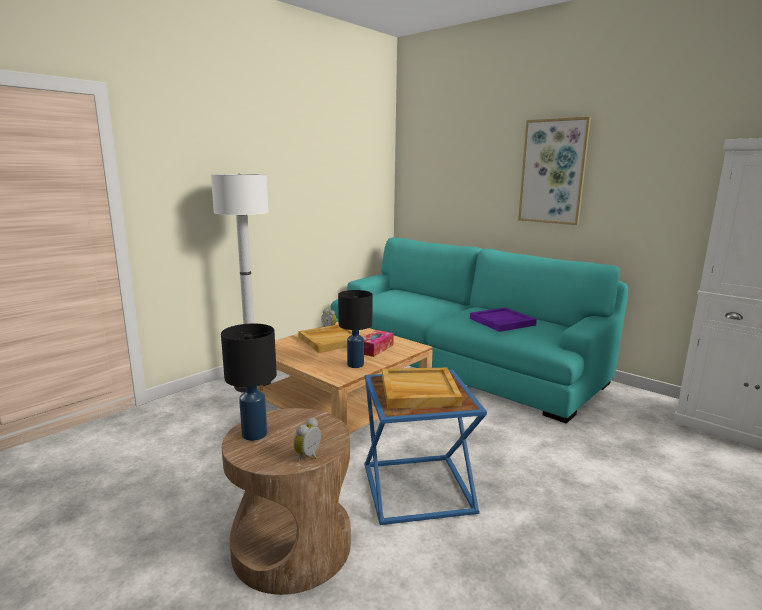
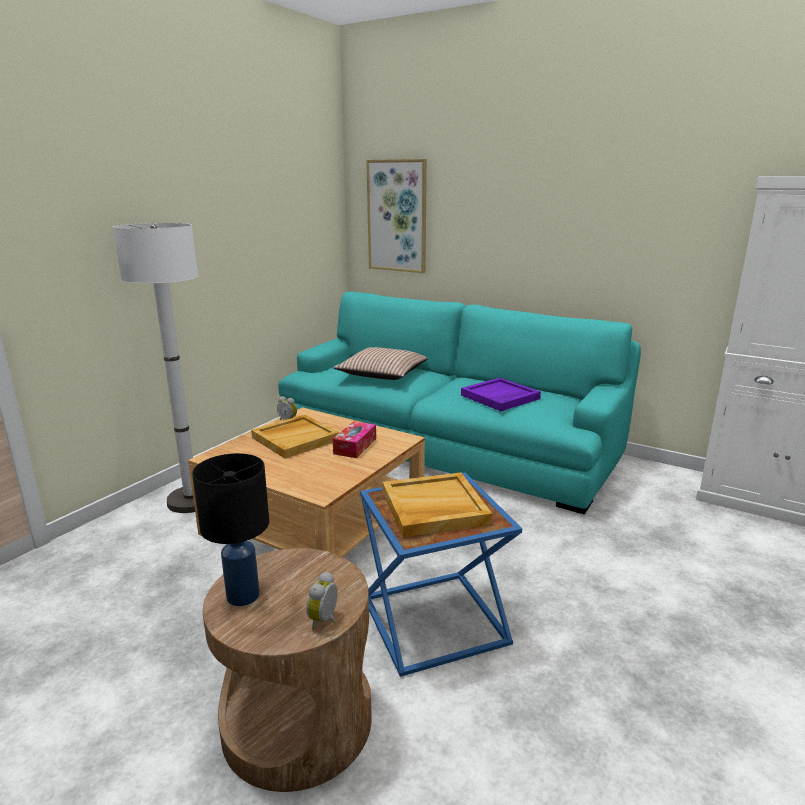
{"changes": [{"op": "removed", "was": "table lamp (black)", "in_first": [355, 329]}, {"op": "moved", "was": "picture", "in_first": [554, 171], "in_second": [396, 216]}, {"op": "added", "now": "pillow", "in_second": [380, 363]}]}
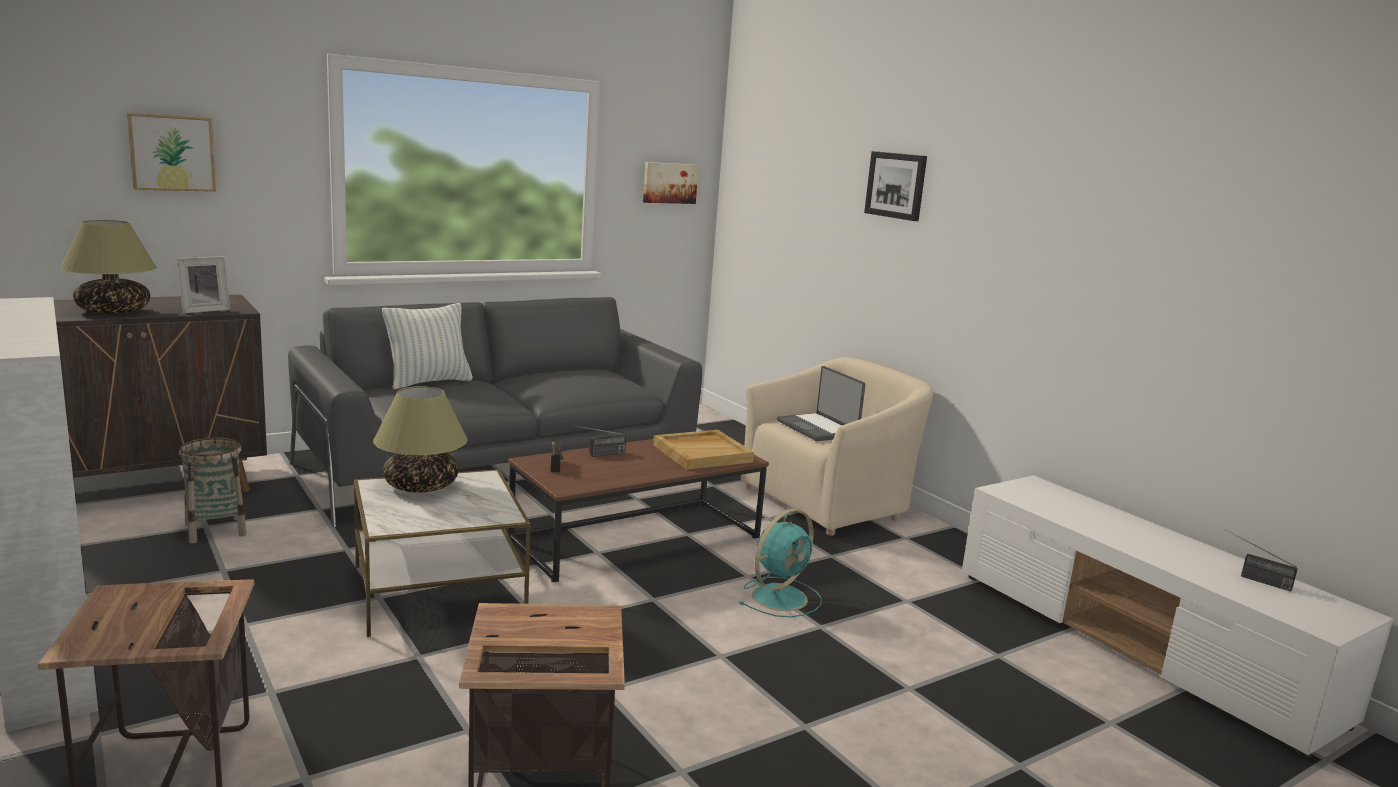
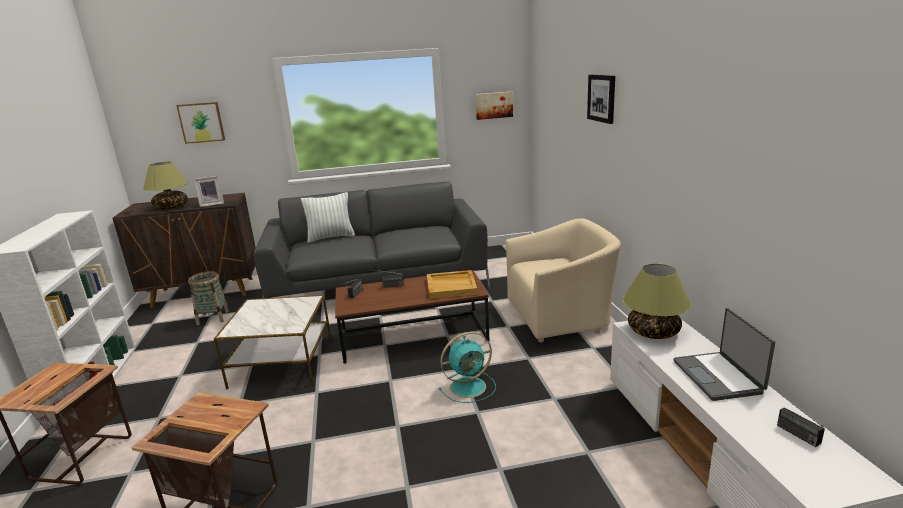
{"changes": [{"op": "moved", "was": "table lamp", "in_first": [420, 439], "in_second": [657, 301]}, {"op": "moved", "was": "laptop", "in_first": [821, 403], "in_second": [724, 354]}]}
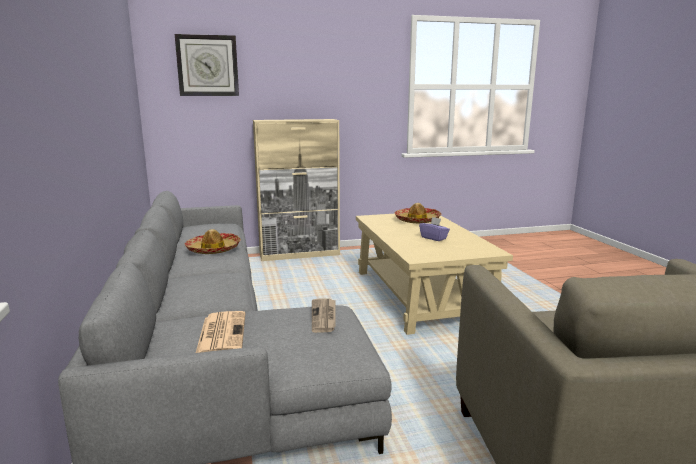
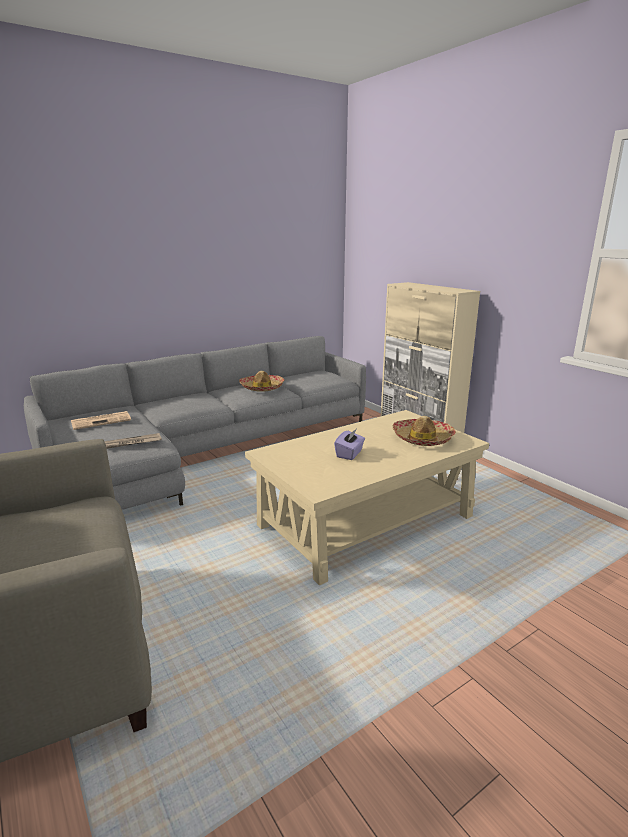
{"changes": [{"op": "removed", "was": "wall clock", "in_first": [207, 65]}]}
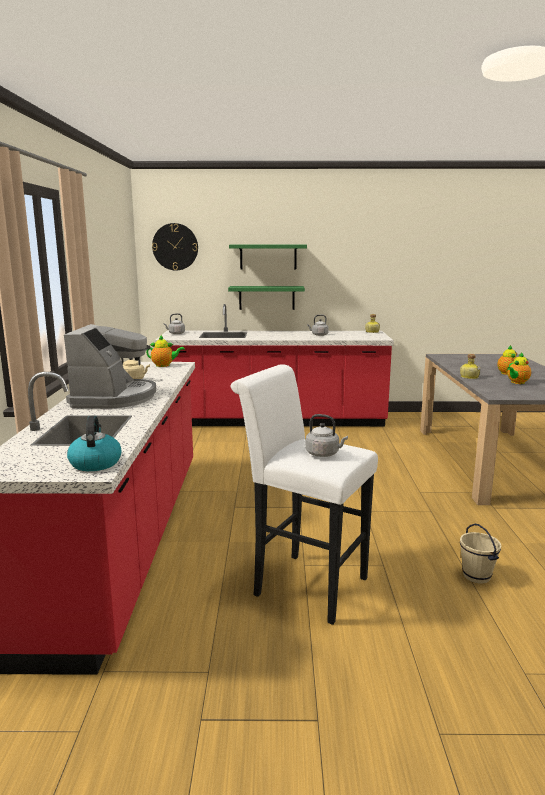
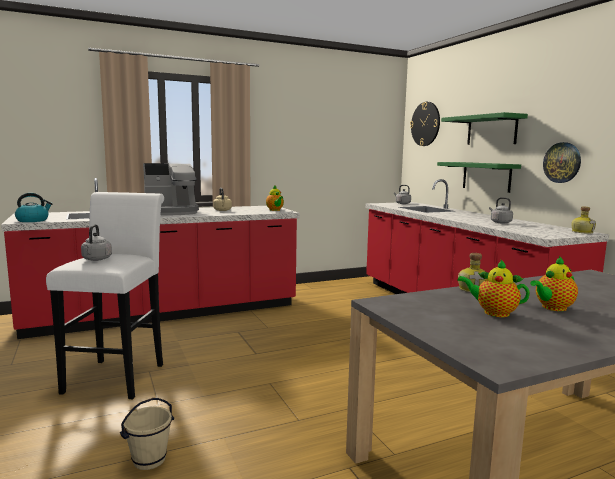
{"changes": [{"op": "added", "now": "wall clock", "in_second": [562, 162]}]}
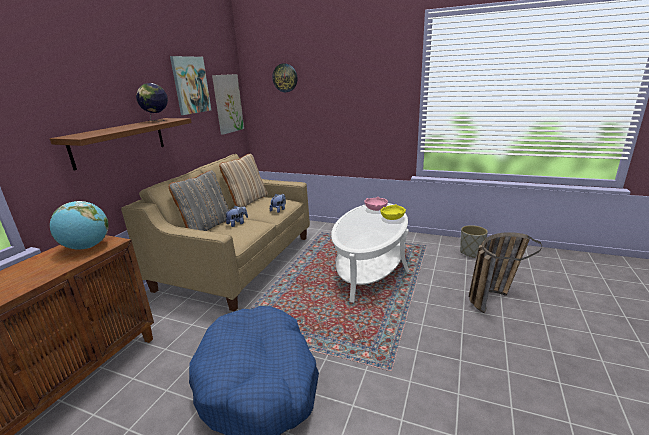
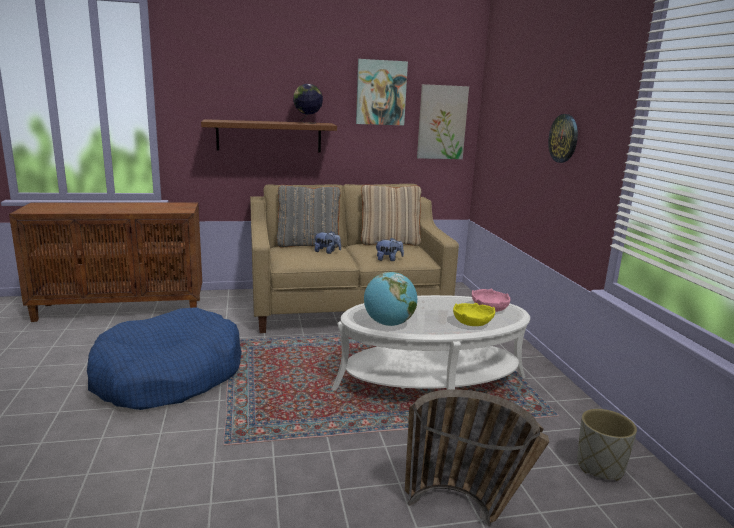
{"changes": [{"op": "moved", "was": "globe", "in_first": [79, 225], "in_second": [390, 299]}, {"op": "moved", "was": "wall clock", "in_first": [284, 77], "in_second": [563, 138]}]}
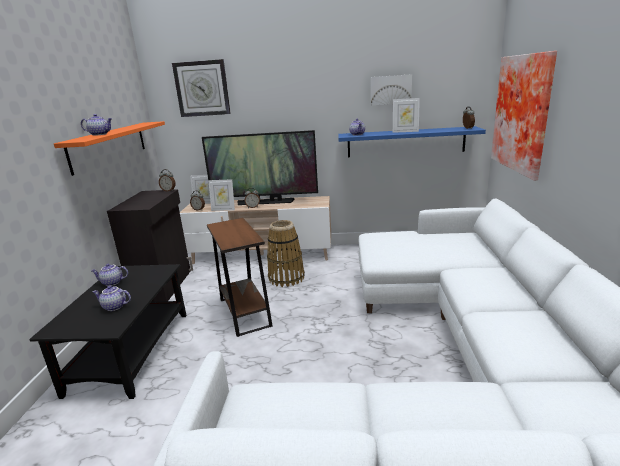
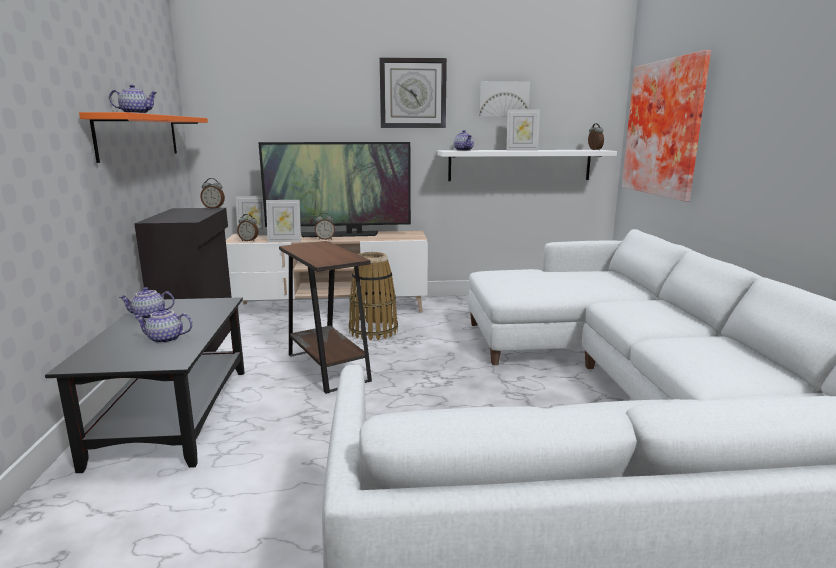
{"changes": [{"op": "moved", "was": "wall clock", "in_first": [201, 88], "in_second": [413, 92]}, {"op": "recoloured", "was": "shelf (blue)", "now": "shelf (white)", "in_first": [412, 141], "in_second": [527, 165]}]}
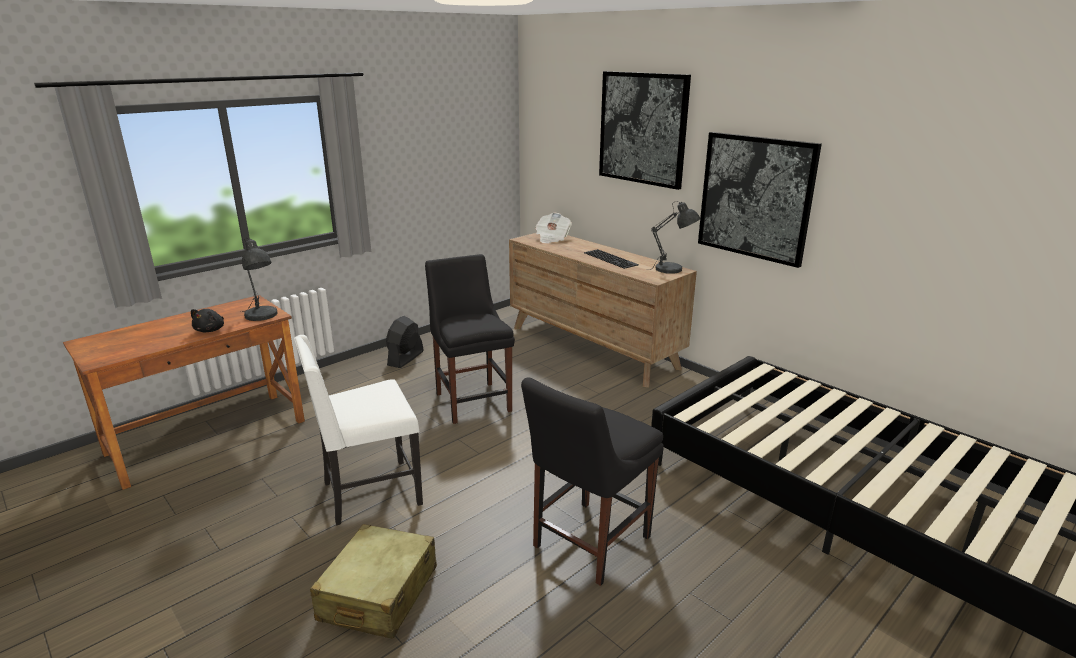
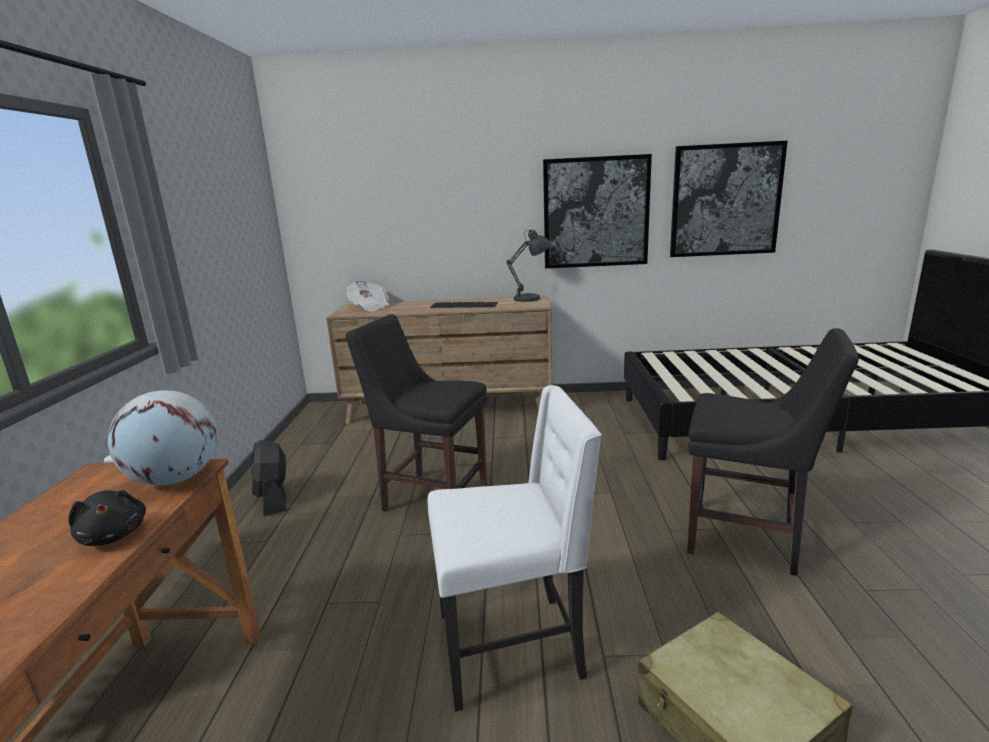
{"changes": [{"op": "replaced", "was": "table lamp (grey)", "now": "globe", "in_first": [259, 279], "in_second": [162, 438]}, {"op": "turned", "was": "chair (white)", "in_first": [358, 430], "in_second": [514, 548], "clockwise": -120}, {"op": "turned", "was": "chair (black)", "in_first": [592, 481], "in_second": [773, 452], "clockwise": -60}, {"op": "moved", "was": "picture", "in_first": [645, 130], "in_second": [729, 199]}]}
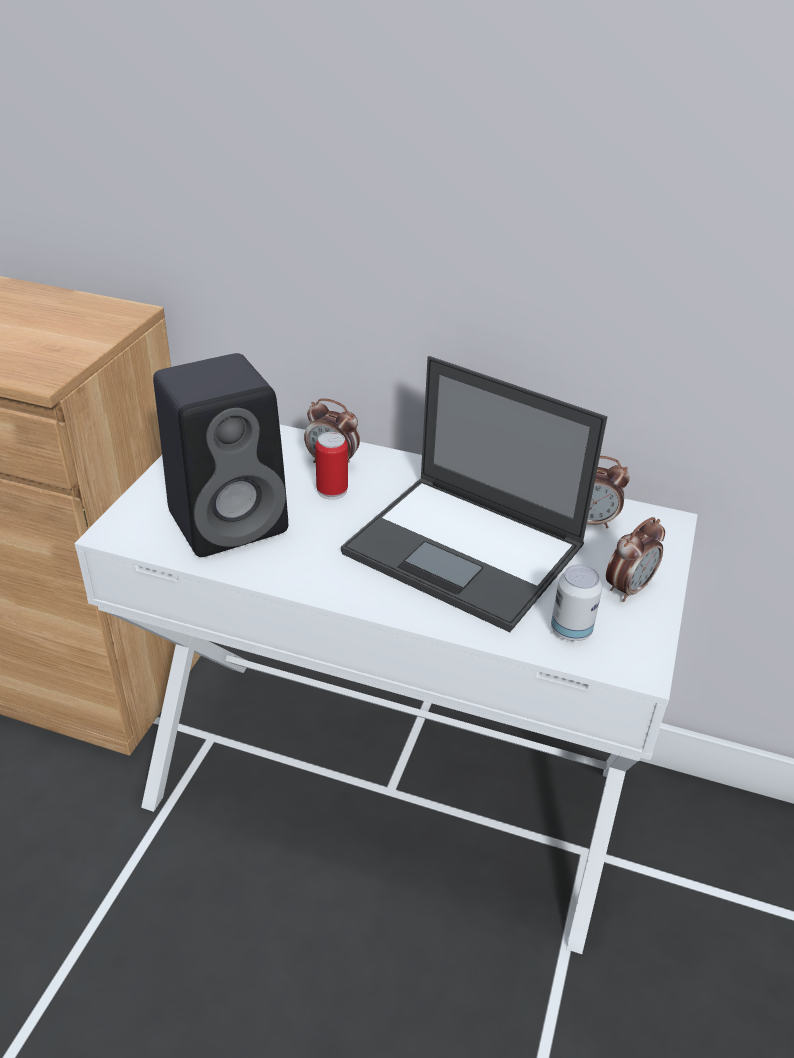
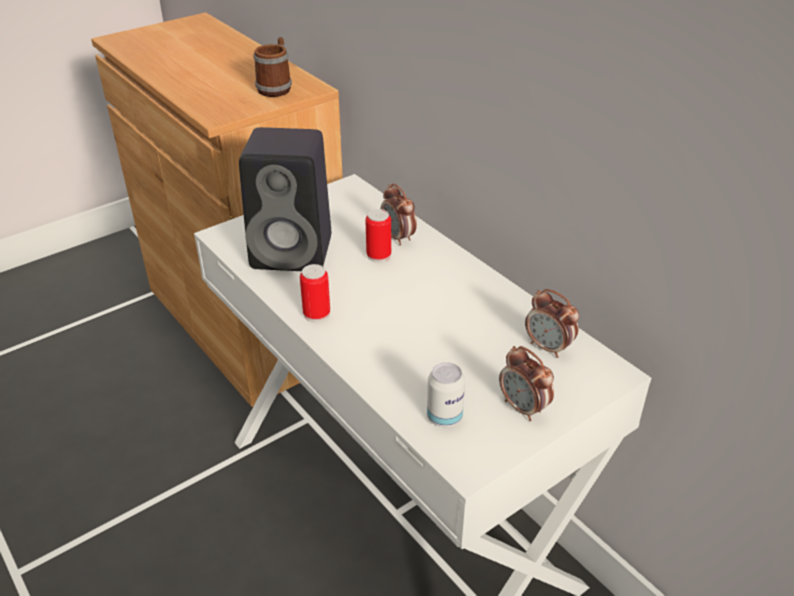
{"changes": [{"op": "removed", "was": "laptop", "in_first": [474, 494]}, {"op": "turned", "was": "alarm clock", "in_first": [635, 559], "in_second": [526, 383], "clockwise": 60}, {"op": "added", "now": "mug", "in_second": [272, 67]}, {"op": "added", "now": "can", "in_second": [315, 293]}]}
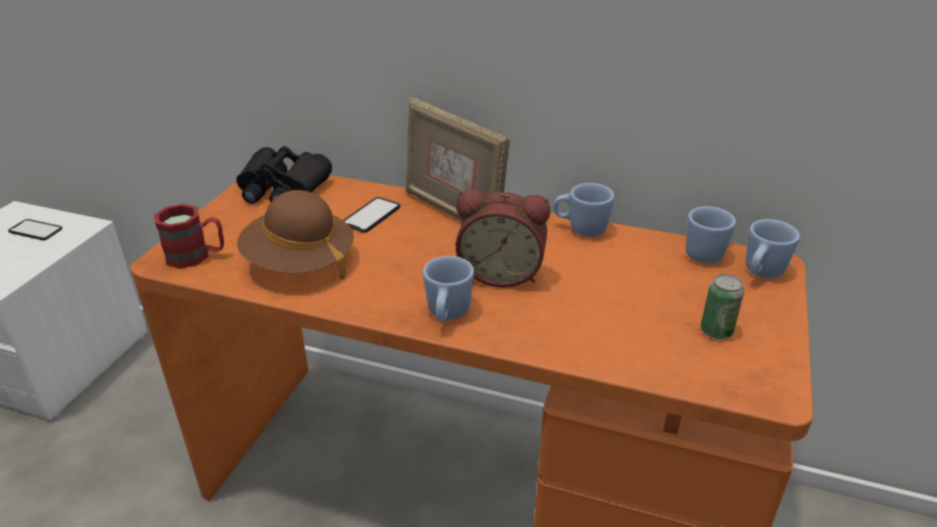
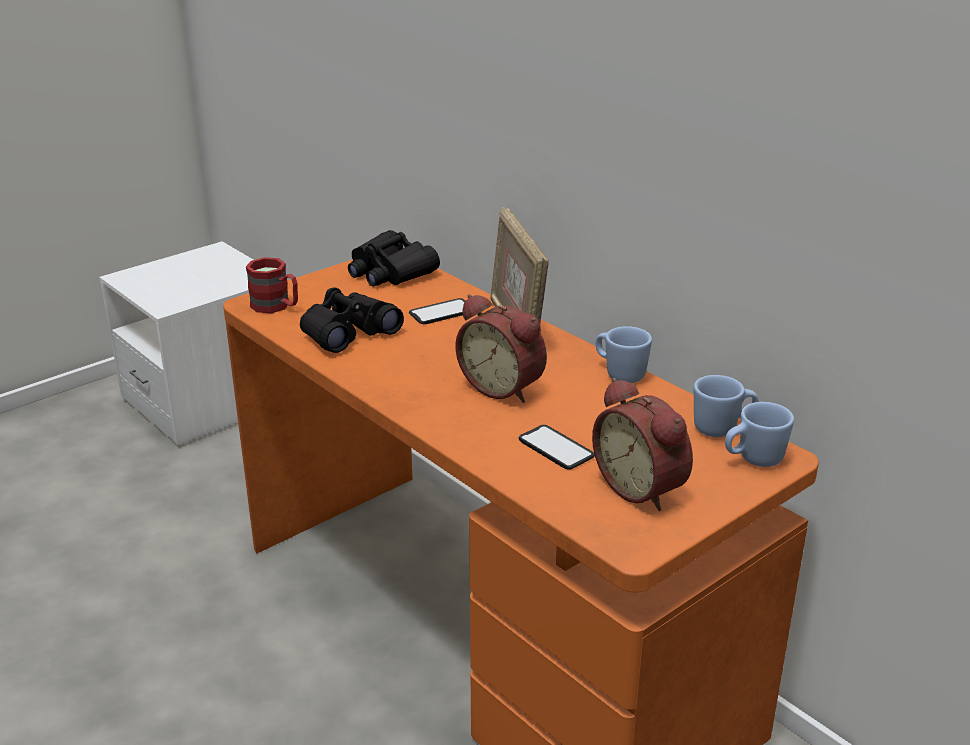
{"changes": [{"op": "moved", "was": "phone", "in_first": [35, 229], "in_second": [557, 447]}, {"op": "replaced", "was": "hat (brown)", "now": "binoculars (black)", "in_first": [295, 235], "in_second": [352, 320]}, {"op": "removed", "was": "mug (blue)", "in_first": [448, 288]}, {"op": "replaced", "was": "can", "now": "alarm clock", "in_first": [722, 306], "in_second": [642, 444]}]}
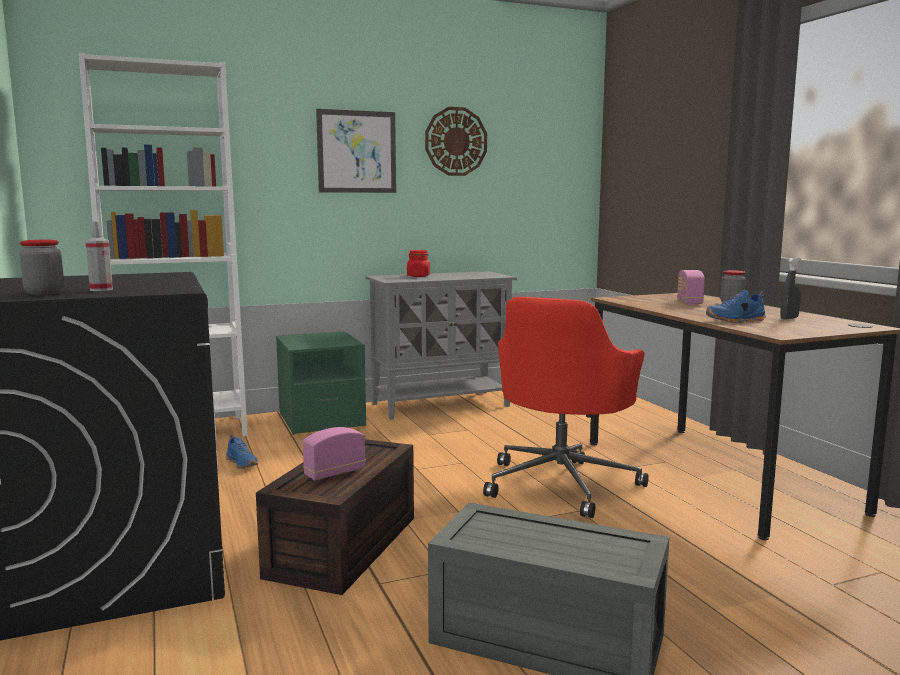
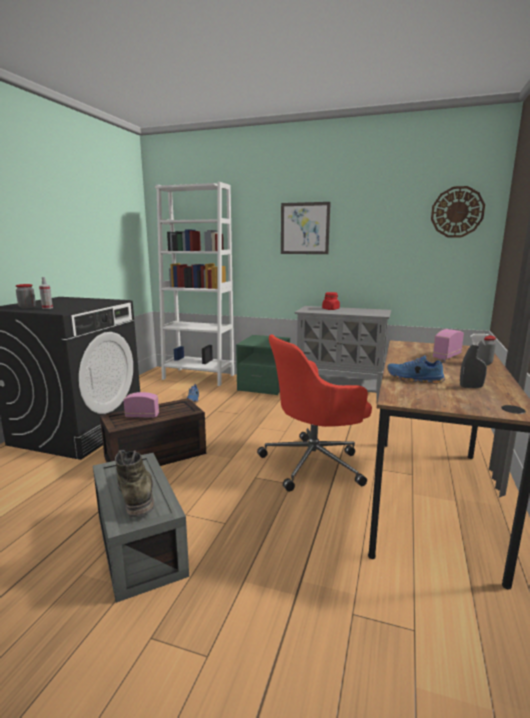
{"changes": [{"op": "moved", "was": "wall clock", "in_first": [456, 141], "in_second": [458, 212]}, {"op": "added", "now": "boot (green)", "in_second": [134, 483]}]}
